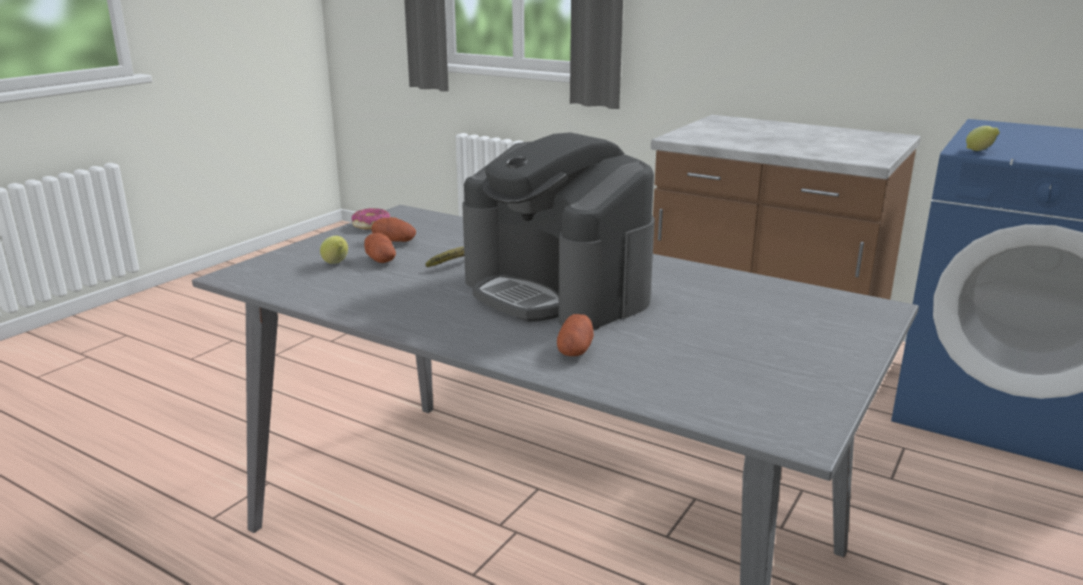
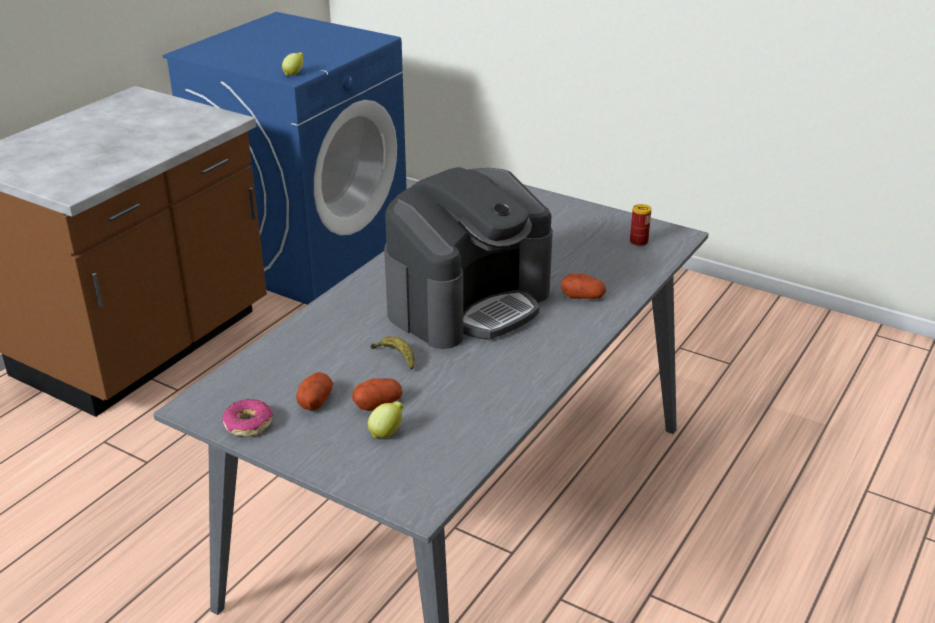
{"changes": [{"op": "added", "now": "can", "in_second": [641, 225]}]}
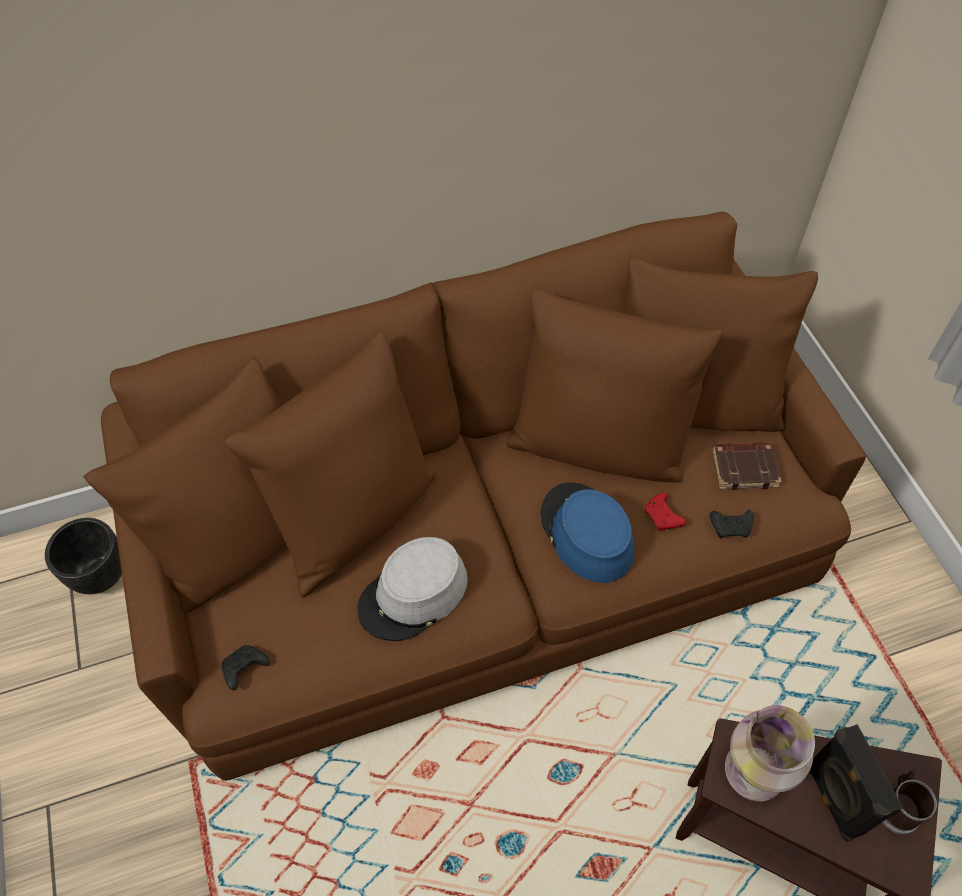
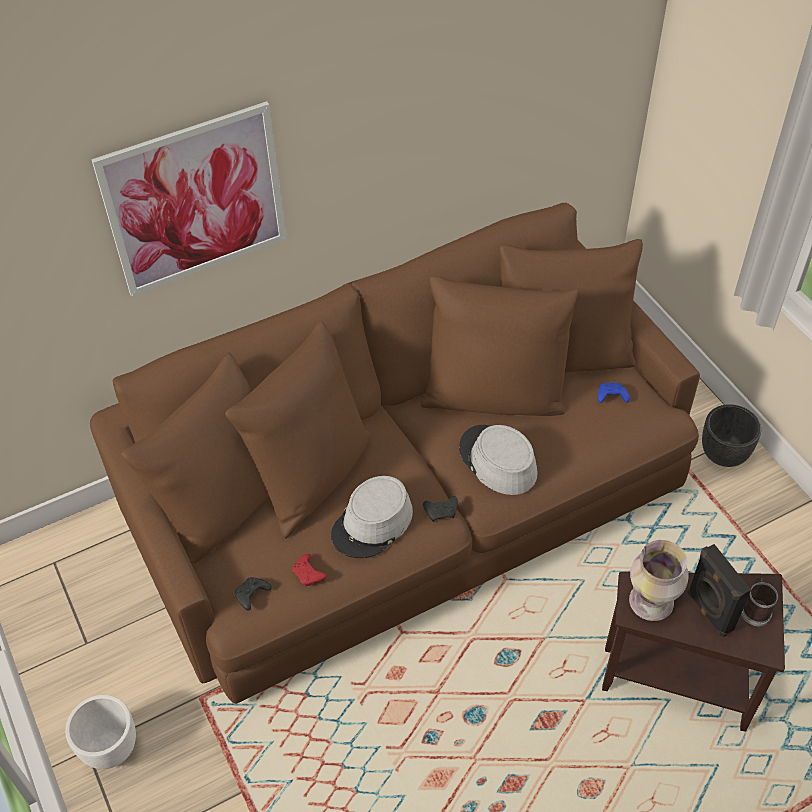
{"changes": [{"op": "moved", "was": "planter (black)", "in_first": [83, 556], "in_second": [731, 435]}, {"op": "recoloured", "was": "hat (blue)", "now": "hat (grey)", "in_first": [587, 532], "in_second": [498, 460]}, {"op": "moved", "was": "game controller (red)", "in_first": [665, 512], "in_second": [309, 570]}, {"op": "moved", "was": "game controller (black)", "in_first": [732, 524], "in_second": [440, 509]}, {"op": "replaced", "was": "book (brown)", "now": "game controller (blue)", "in_first": [747, 466], "in_second": [614, 393]}, {"op": "added", "now": "planter (white)", "in_second": [100, 732]}, {"op": "added", "now": "picture", "in_second": [189, 198]}]}
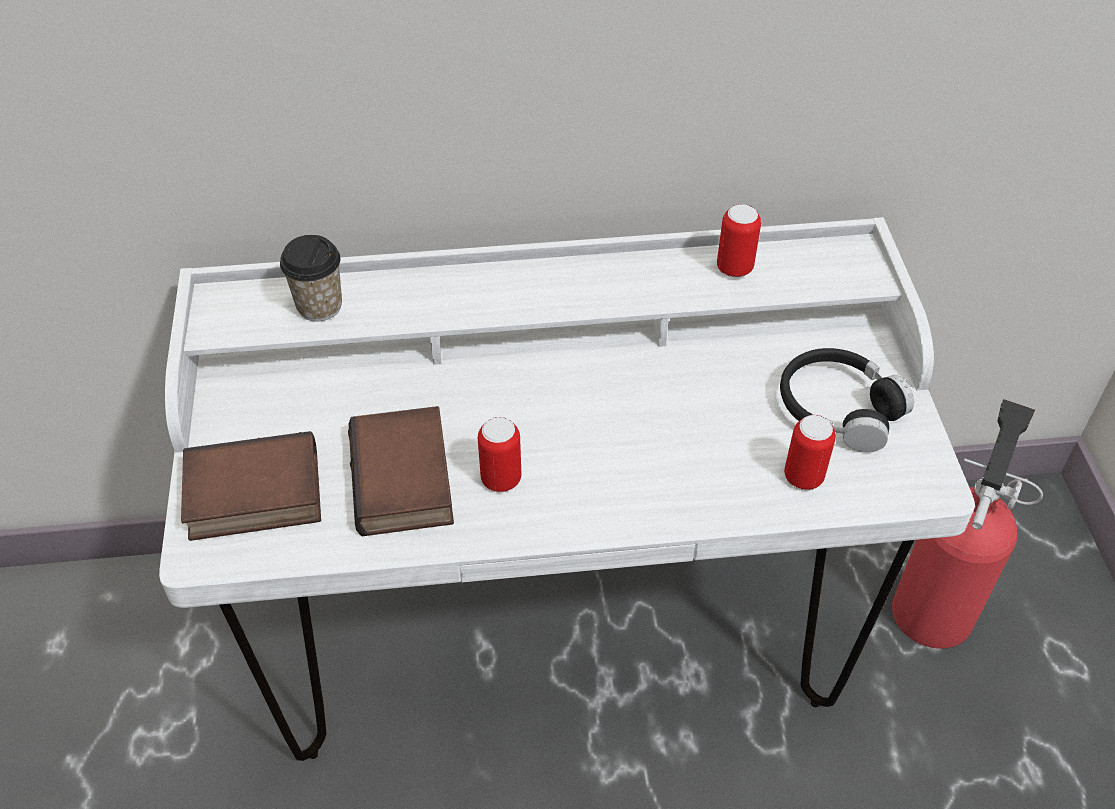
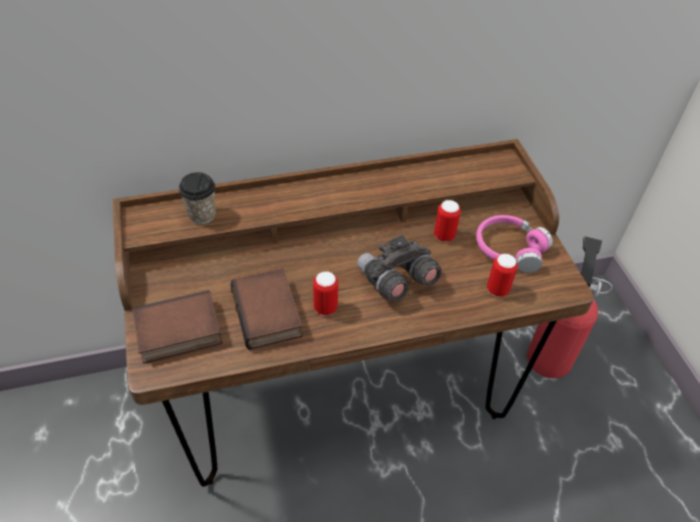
{"changes": [{"op": "recoloured", "was": "desk (white)", "now": "desk (brown)", "in_first": [567, 489], "in_second": [353, 313]}, {"op": "moved", "was": "can", "in_first": [739, 240], "in_second": [447, 221]}, {"op": "recoloured", "was": "headphones (black)", "now": "headphones (pink)", "in_first": [847, 400], "in_second": [514, 244]}, {"op": "added", "now": "binoculars (grey)", "in_second": [399, 268]}]}
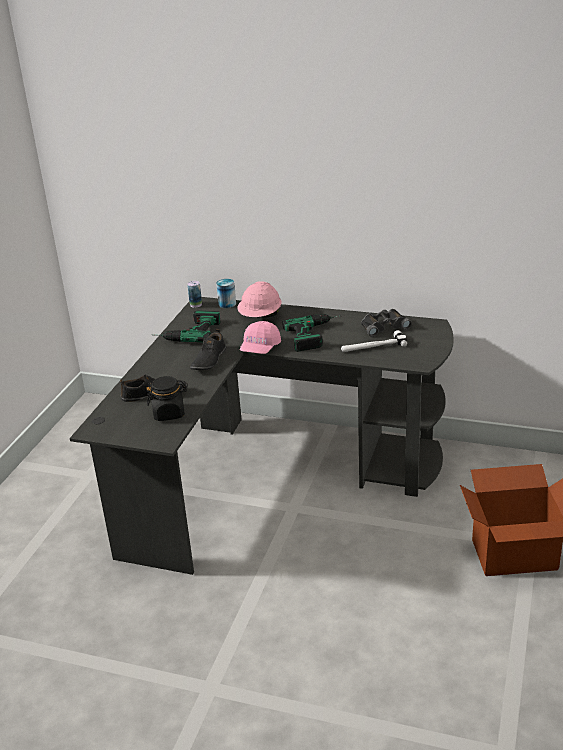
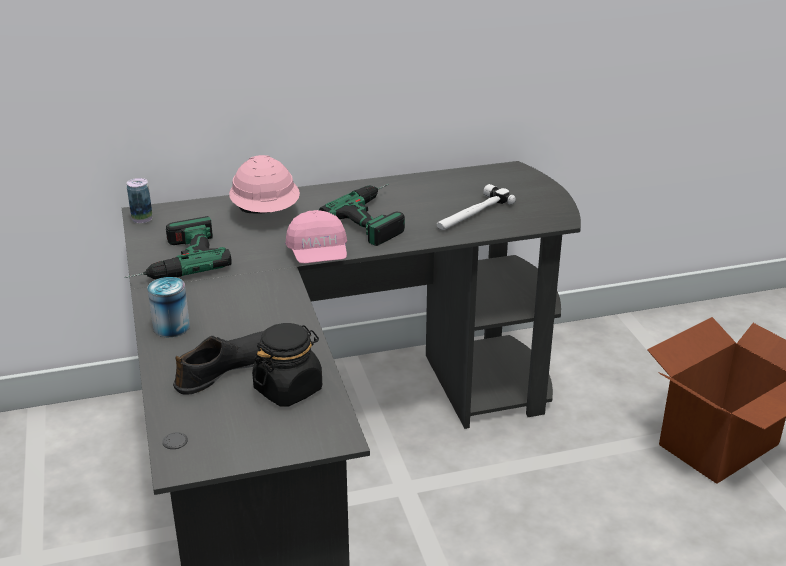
{"changes": [{"op": "removed", "was": "shoe (black)", "in_first": [208, 349]}, {"op": "moved", "was": "can", "in_first": [226, 293], "in_second": [168, 307]}, {"op": "removed", "was": "binoculars (black)", "in_first": [386, 323]}]}
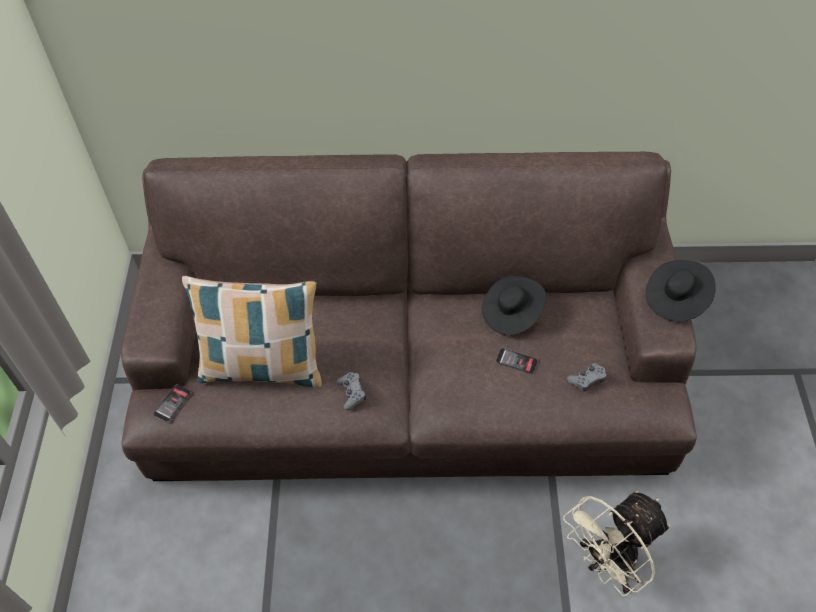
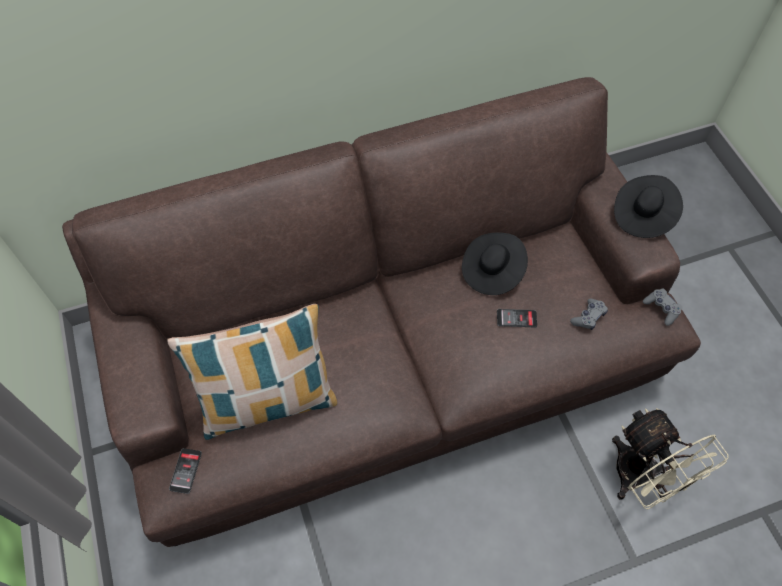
{"changes": [{"op": "moved", "was": "game controller (grey)", "in_first": [351, 391], "in_second": [663, 307]}, {"op": "turned", "was": "fan (beige)", "in_first": [617, 543], "in_second": [670, 458], "clockwise": -60}]}
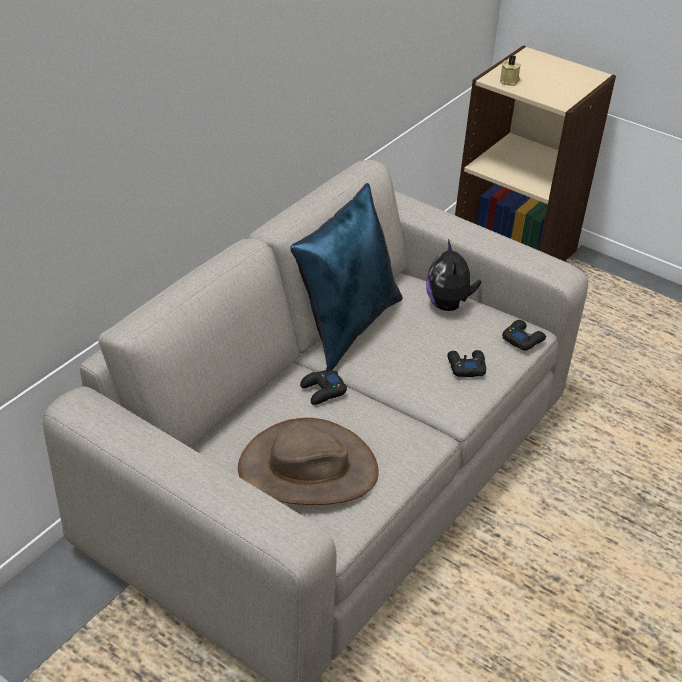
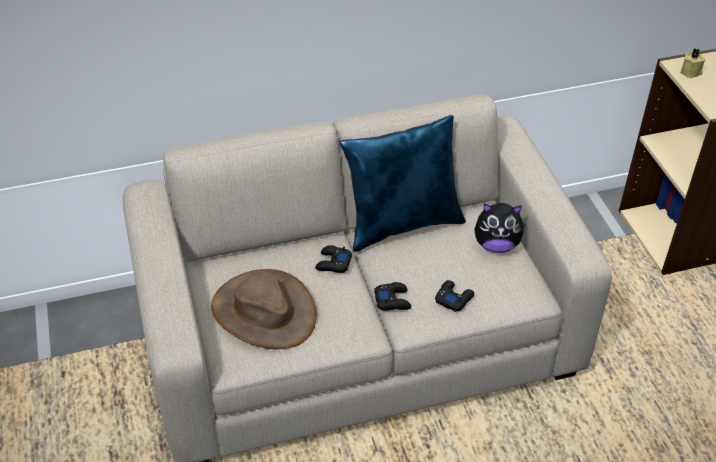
{"changes": [{"op": "turned", "was": "plush toy", "in_first": [453, 275], "in_second": [500, 228], "clockwise": -120}, {"op": "moved", "was": "game controller (black)", "in_first": [524, 335], "in_second": [392, 296]}]}
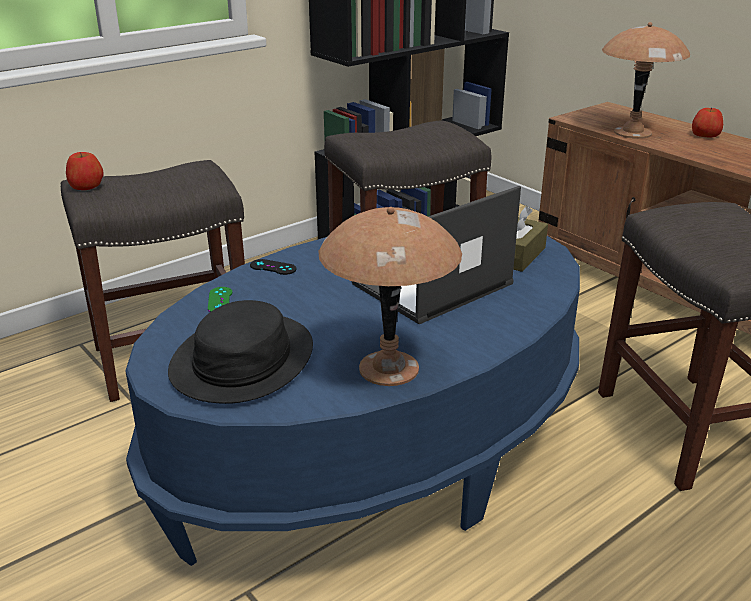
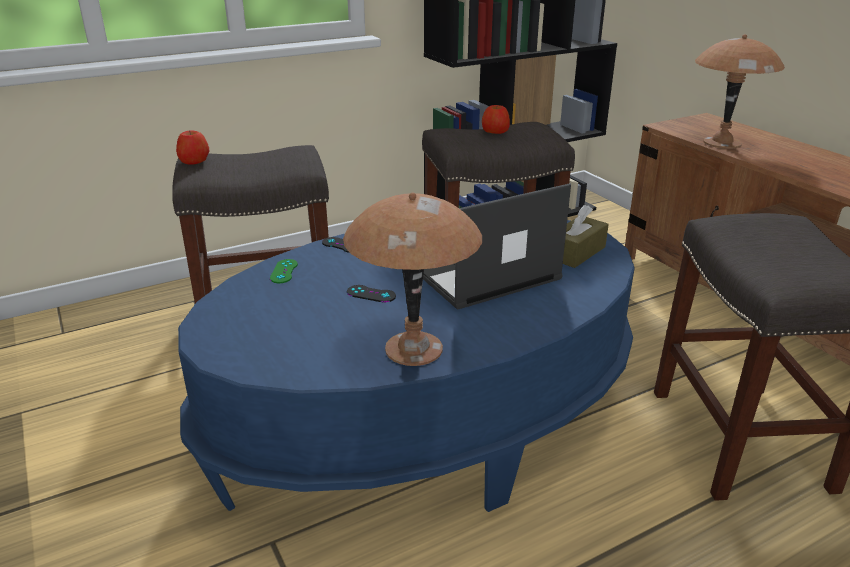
{"changes": [{"op": "removed", "was": "hat (black)", "in_first": [240, 352]}, {"op": "moved", "was": "apple", "in_first": [707, 123], "in_second": [496, 119]}, {"op": "added", "now": "game controller (black)", "in_second": [371, 293]}]}
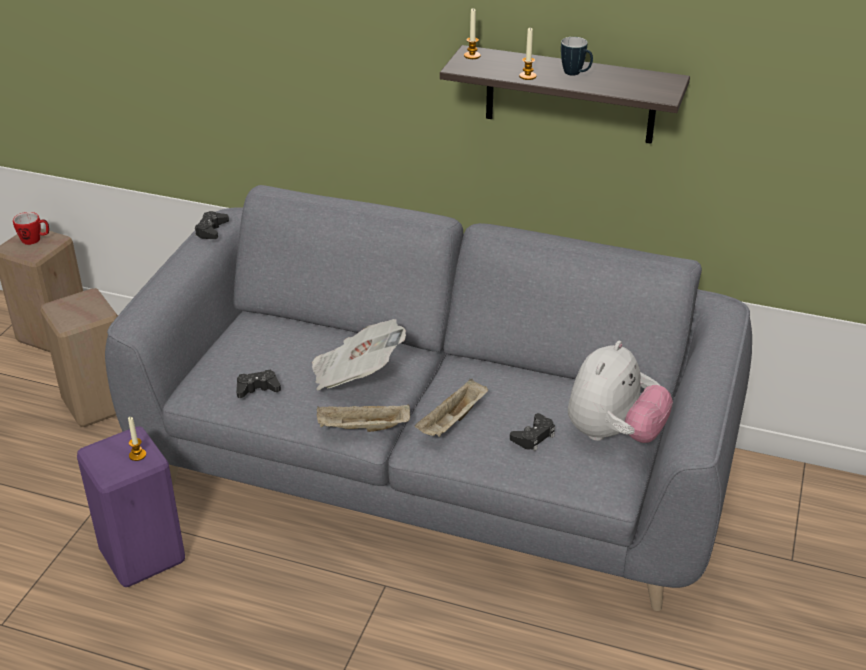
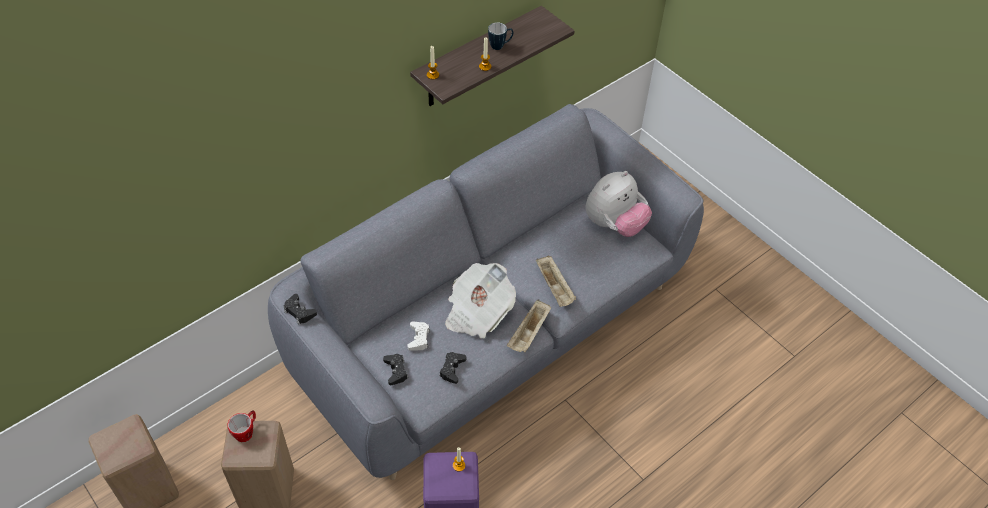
{"changes": [{"op": "moved", "was": "mug", "in_first": [31, 228], "in_second": [241, 426]}, {"op": "moved", "was": "game controller (black)", "in_first": [532, 432], "in_second": [395, 369]}, {"op": "turned", "was": "plush toy", "in_first": [620, 392], "in_second": [618, 204], "clockwise": 75}, {"op": "added", "now": "game controller (white)", "in_second": [418, 336]}]}
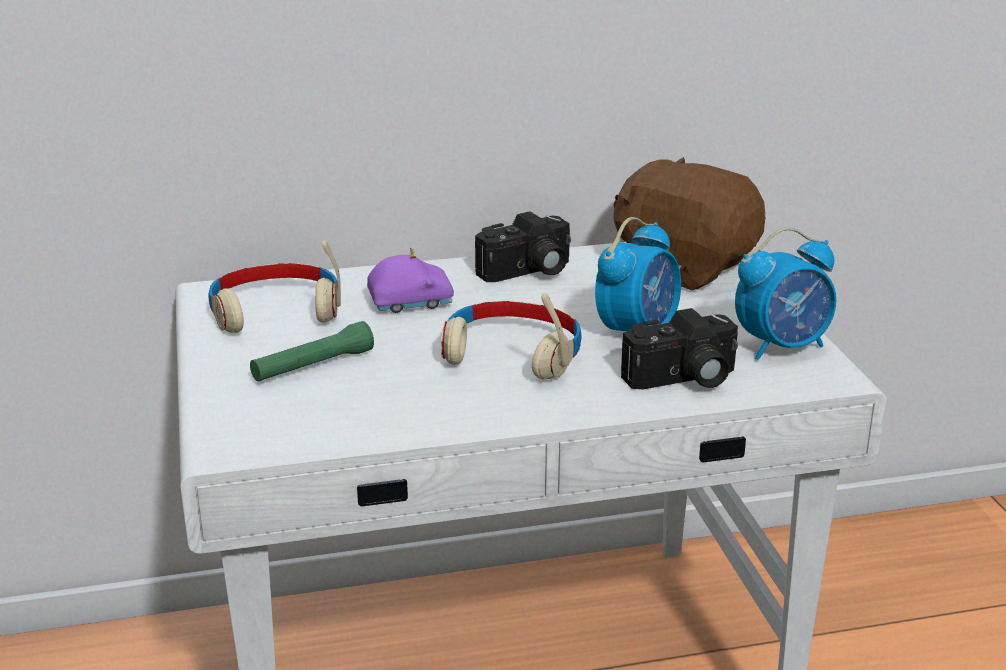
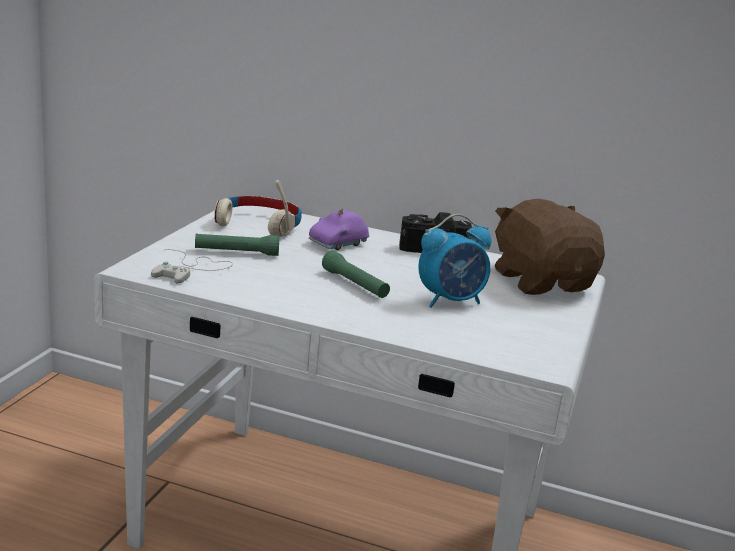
{"changes": [{"op": "turned", "was": "toy car (purple)", "in_first": [410, 280], "in_second": [339, 229], "clockwise": 120}, {"op": "replaced", "was": "headphones (beige)", "now": "flashlight (green)", "in_first": [511, 336], "in_second": [356, 274]}, {"op": "removed", "was": "photo camera", "in_first": [679, 348]}, {"op": "removed", "was": "alarm clock", "in_first": [785, 293]}, {"op": "added", "now": "game controller (white)", "in_second": [192, 266]}]}
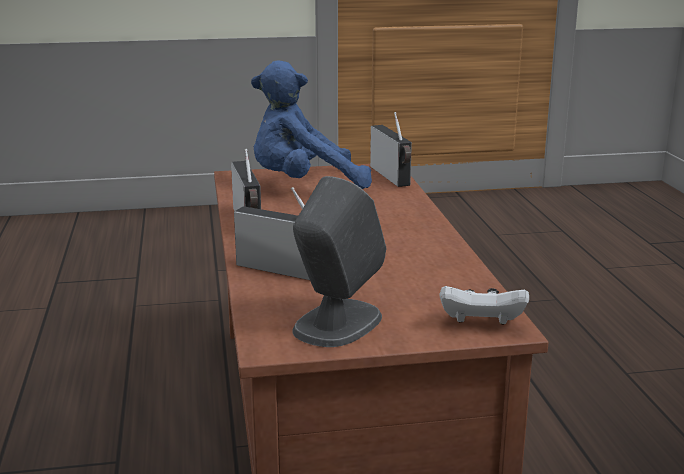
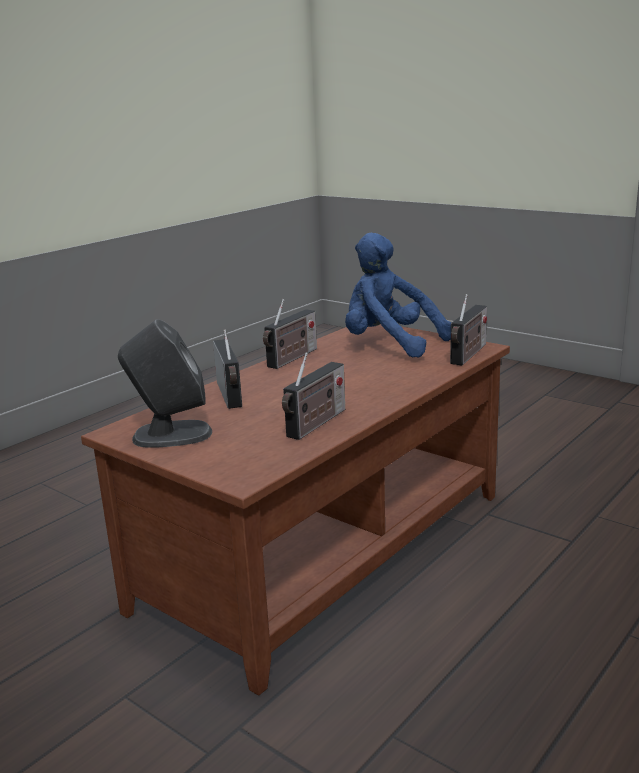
{"changes": [{"op": "removed", "was": "game controller (white)", "in_first": [484, 305]}, {"op": "added", "now": "radio", "in_second": [313, 396]}]}
